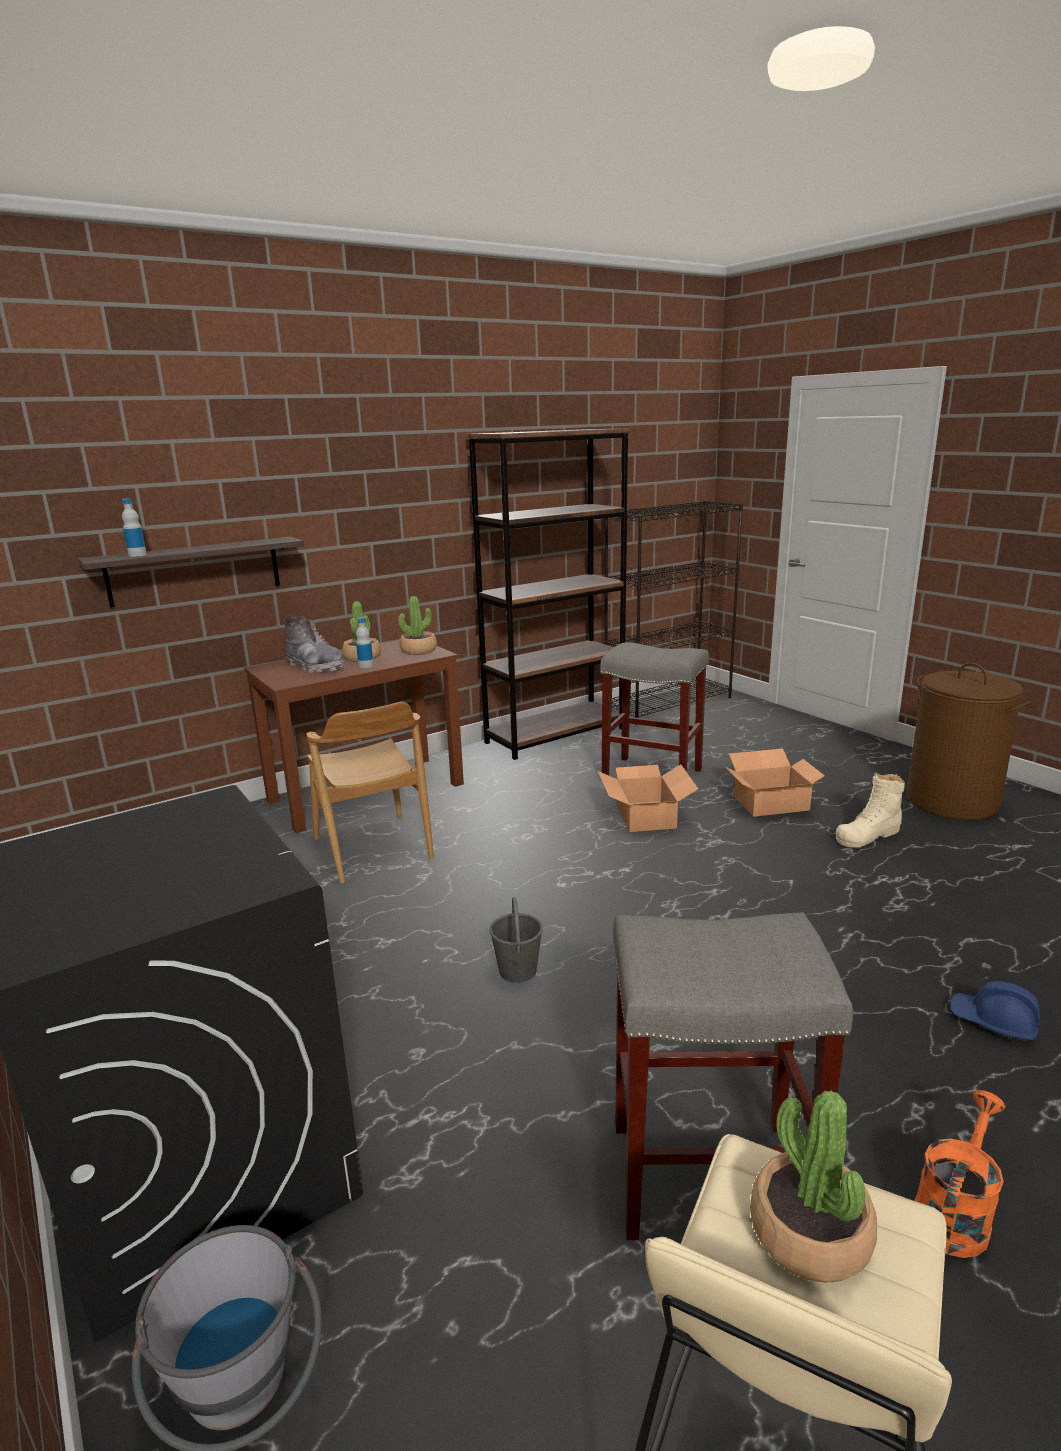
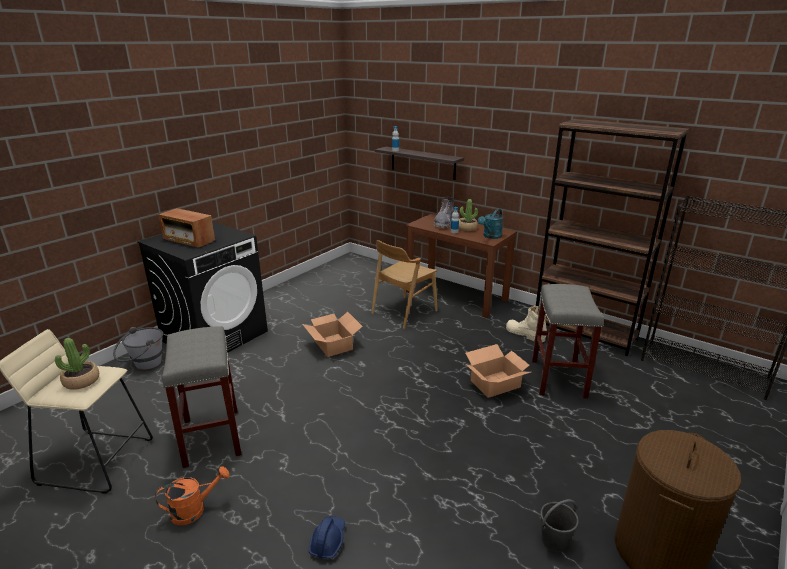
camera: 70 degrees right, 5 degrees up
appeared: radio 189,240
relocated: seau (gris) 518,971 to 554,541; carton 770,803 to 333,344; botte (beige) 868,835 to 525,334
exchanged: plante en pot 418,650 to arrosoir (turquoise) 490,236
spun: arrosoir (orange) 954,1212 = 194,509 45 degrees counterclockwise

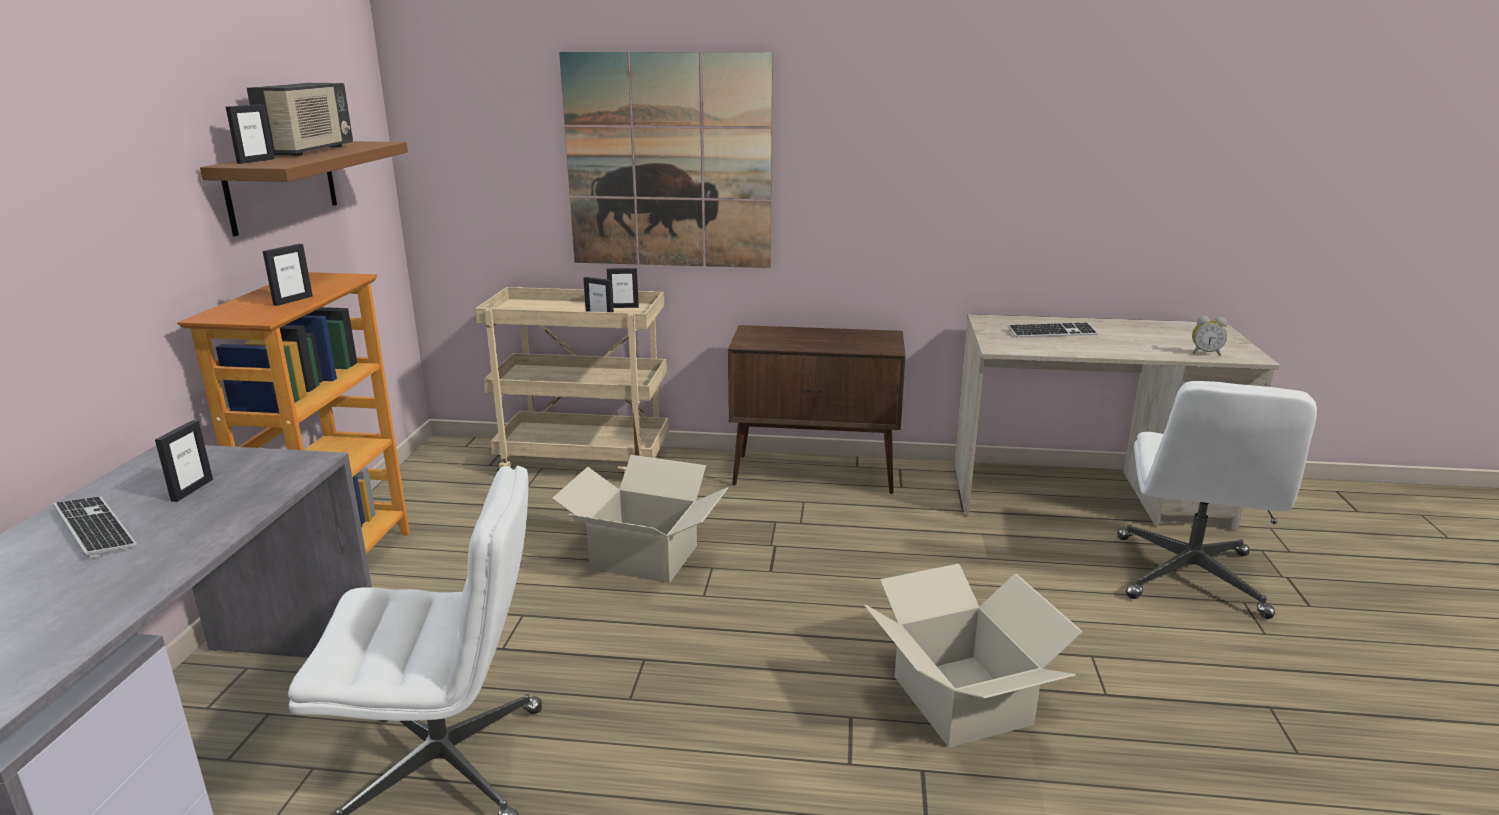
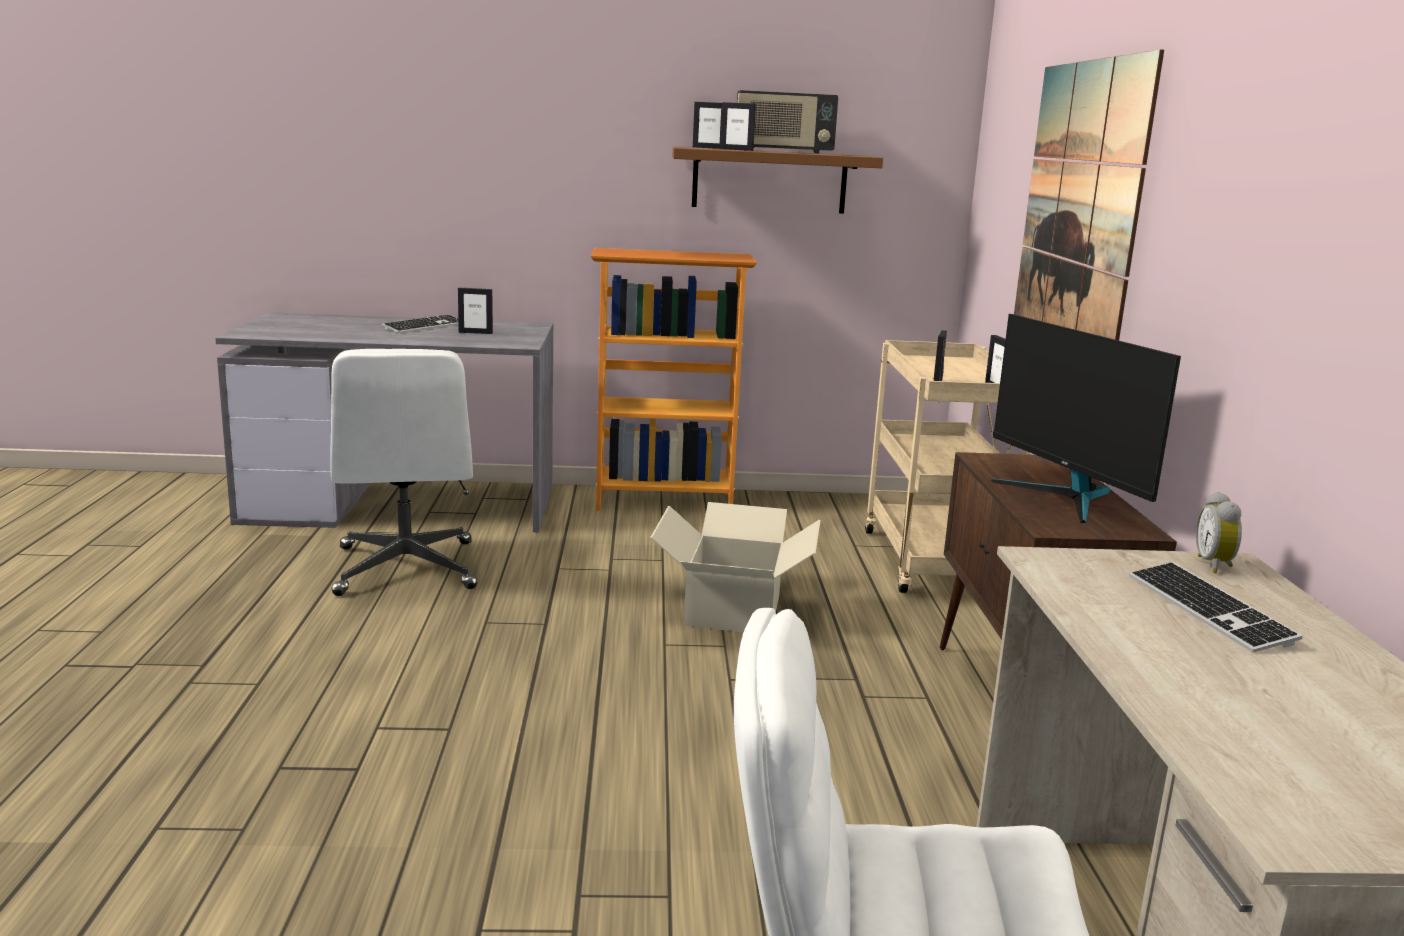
camera: 80 degrees right, 5 degrees down
missing: carton 963,699
appeared: écran d'ordinateur 1067,497
relocated: cadre photo 293,300 to 736,150; réveil 1205,353 to 1215,565

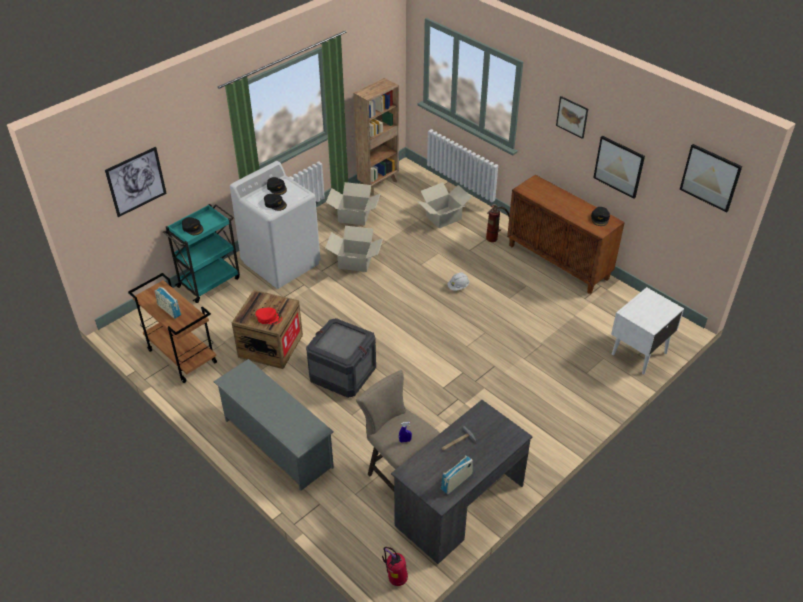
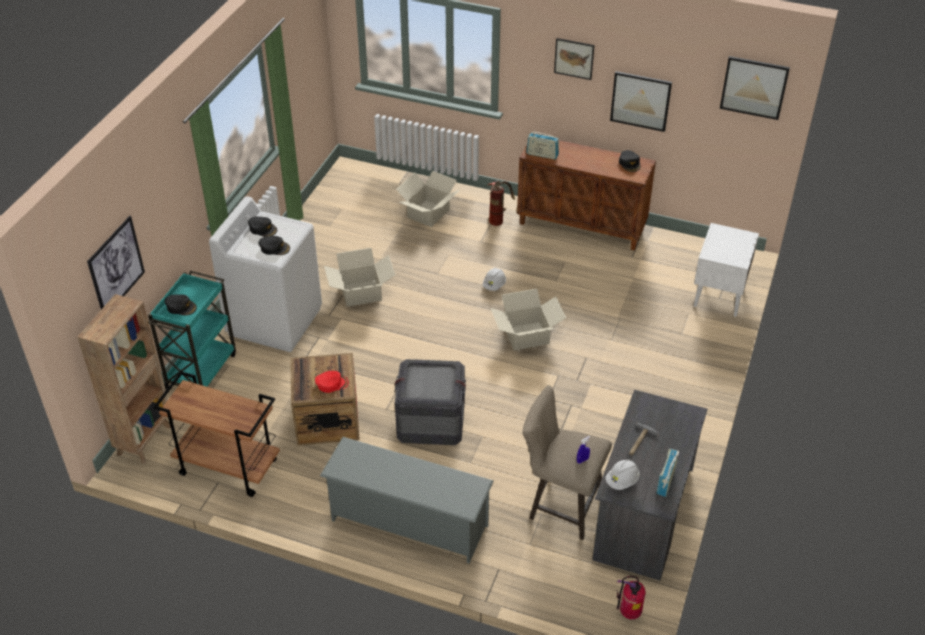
camera: 25 degrees left, 0 degrees up
appeared: casque de chantier (blanc) 622,481
relocated: radio 169,310 to 542,155; carton 354,216 to 527,336; bibliothèque (marron) 378,184 to 145,439

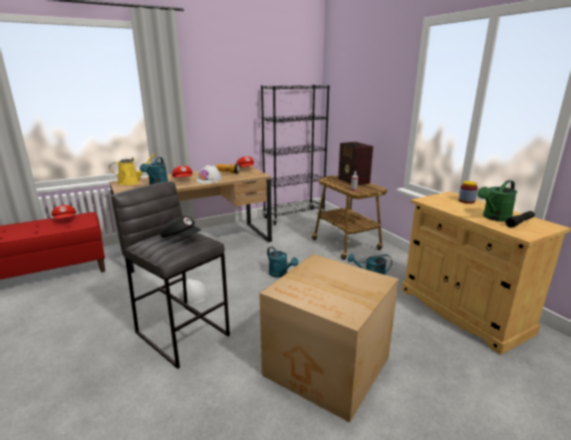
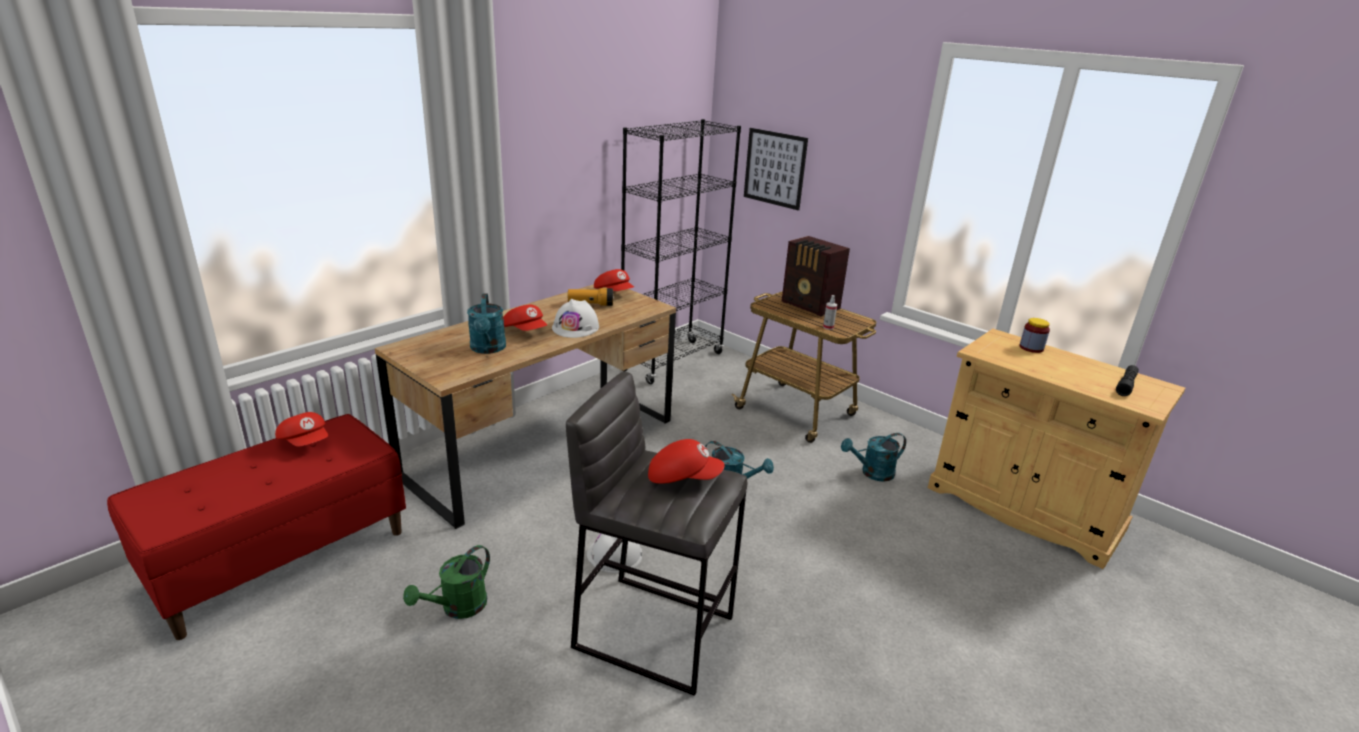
camera: 20 degrees left, 5 degrees up
missing: arrosoir (jaune) 131,182; carton 327,367
appeared: tableau 774,168
relocated: arrosoir (vert) 494,218 to 458,608
colour: casquette (noir) 181,238 to casquette (rouge) 683,477

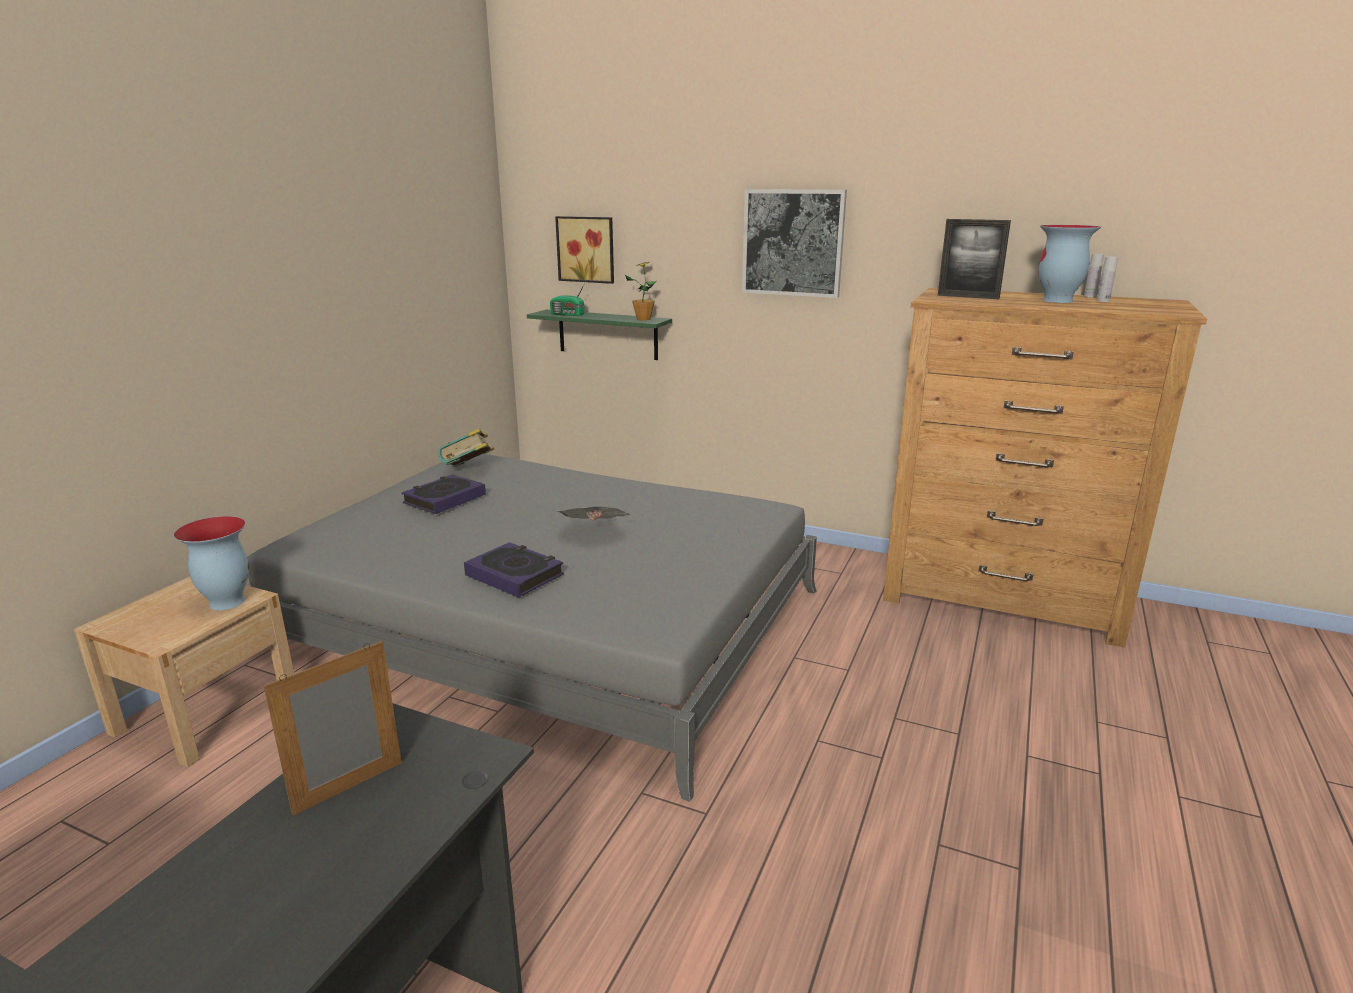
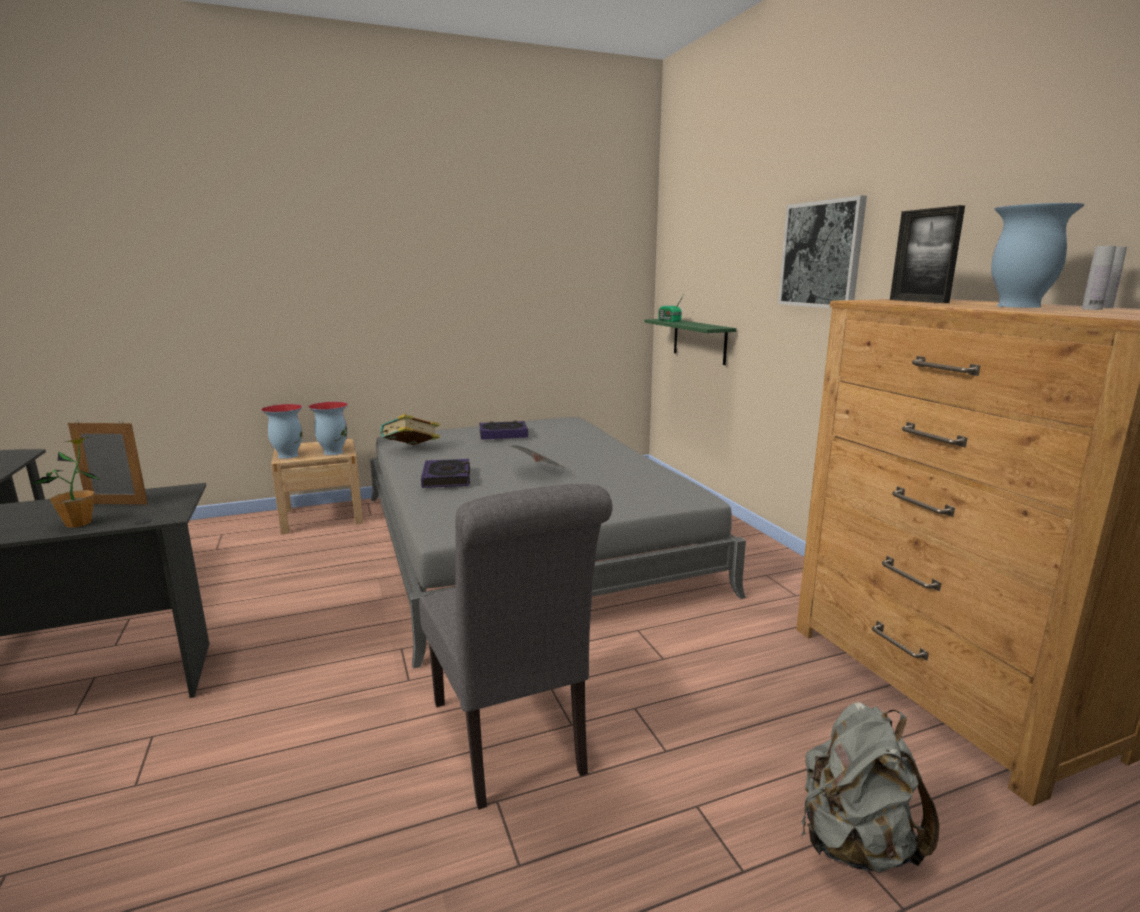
camera: 45 degrees right, 5 degrees down
missing: tableau 587,249
appeared: vase 287,455; chaise (gris) 511,743; sac à dos (gris) 854,843
relocated: livre 469,471 to 411,450; plante en pot 643,319 to 78,523

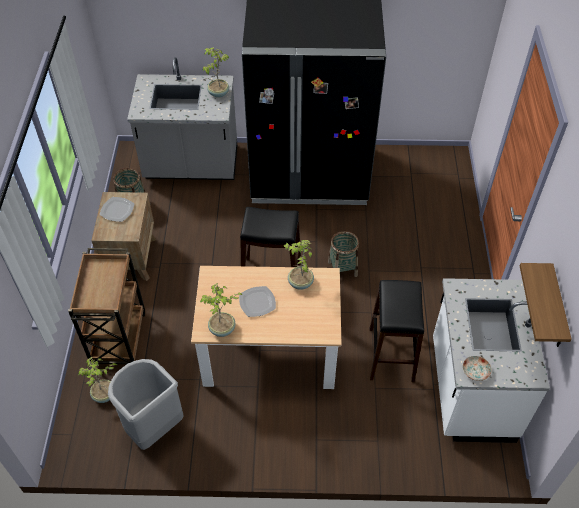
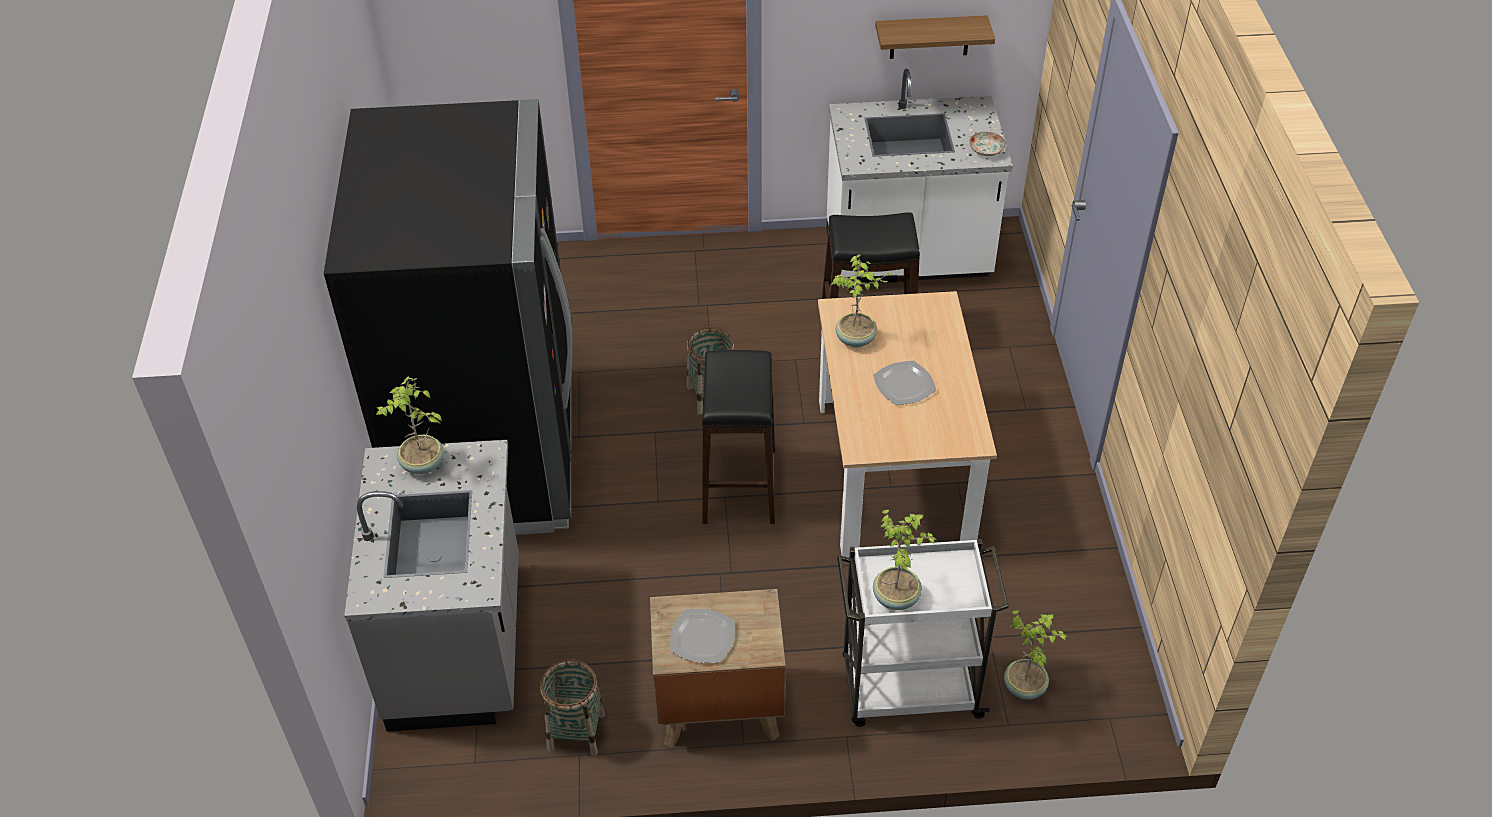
camera: 95 degrees left, 5 degrees down
missing: poubelle (gris) 153,426
relocated: plante en pot 222,329 to 897,596
colour: chariot (marron) 119,338 to chariot (blanc) 908,688

